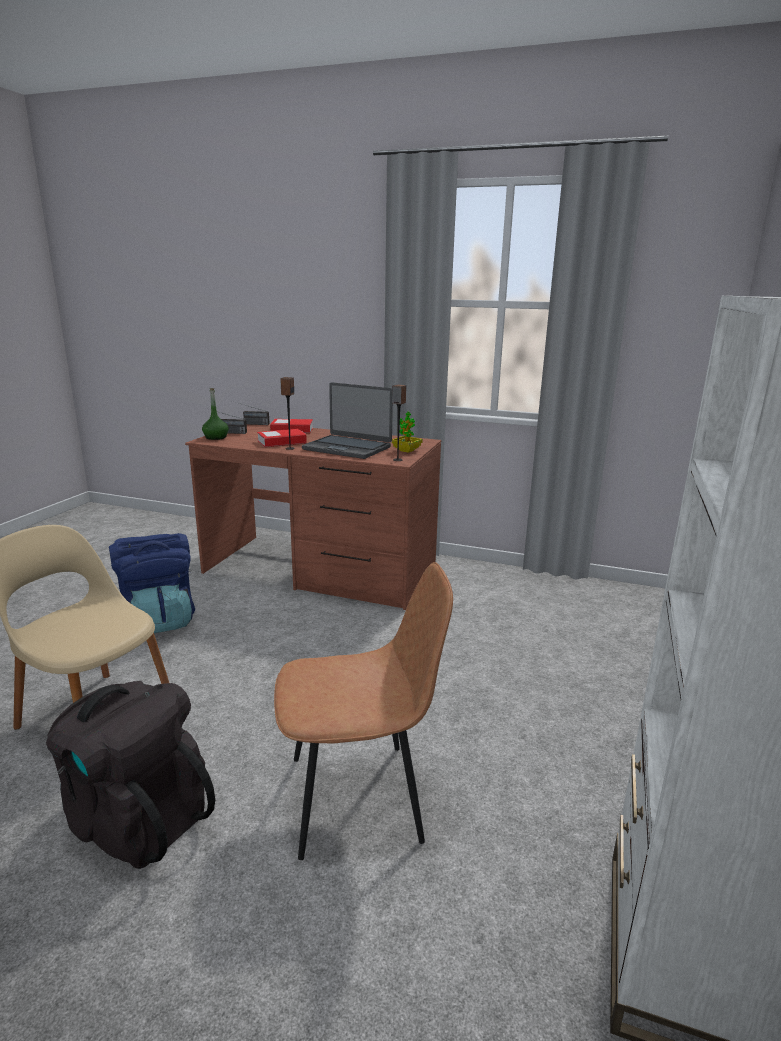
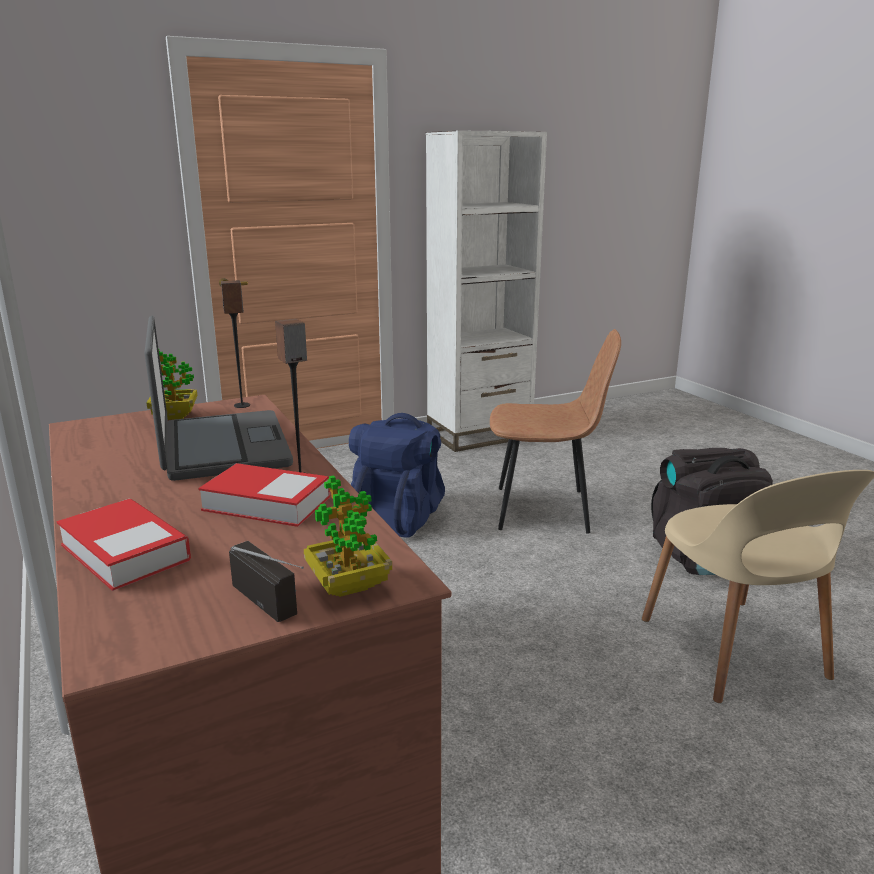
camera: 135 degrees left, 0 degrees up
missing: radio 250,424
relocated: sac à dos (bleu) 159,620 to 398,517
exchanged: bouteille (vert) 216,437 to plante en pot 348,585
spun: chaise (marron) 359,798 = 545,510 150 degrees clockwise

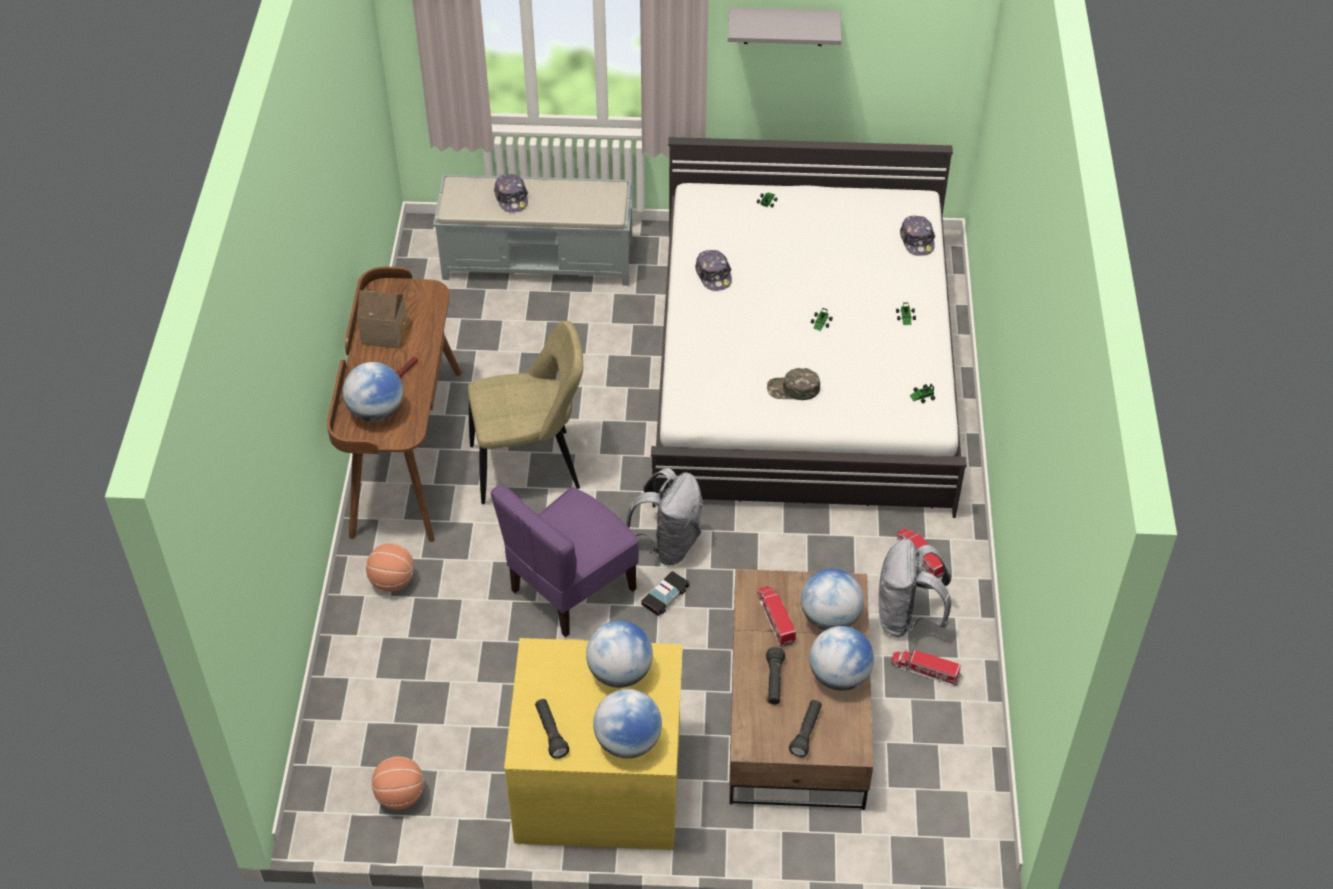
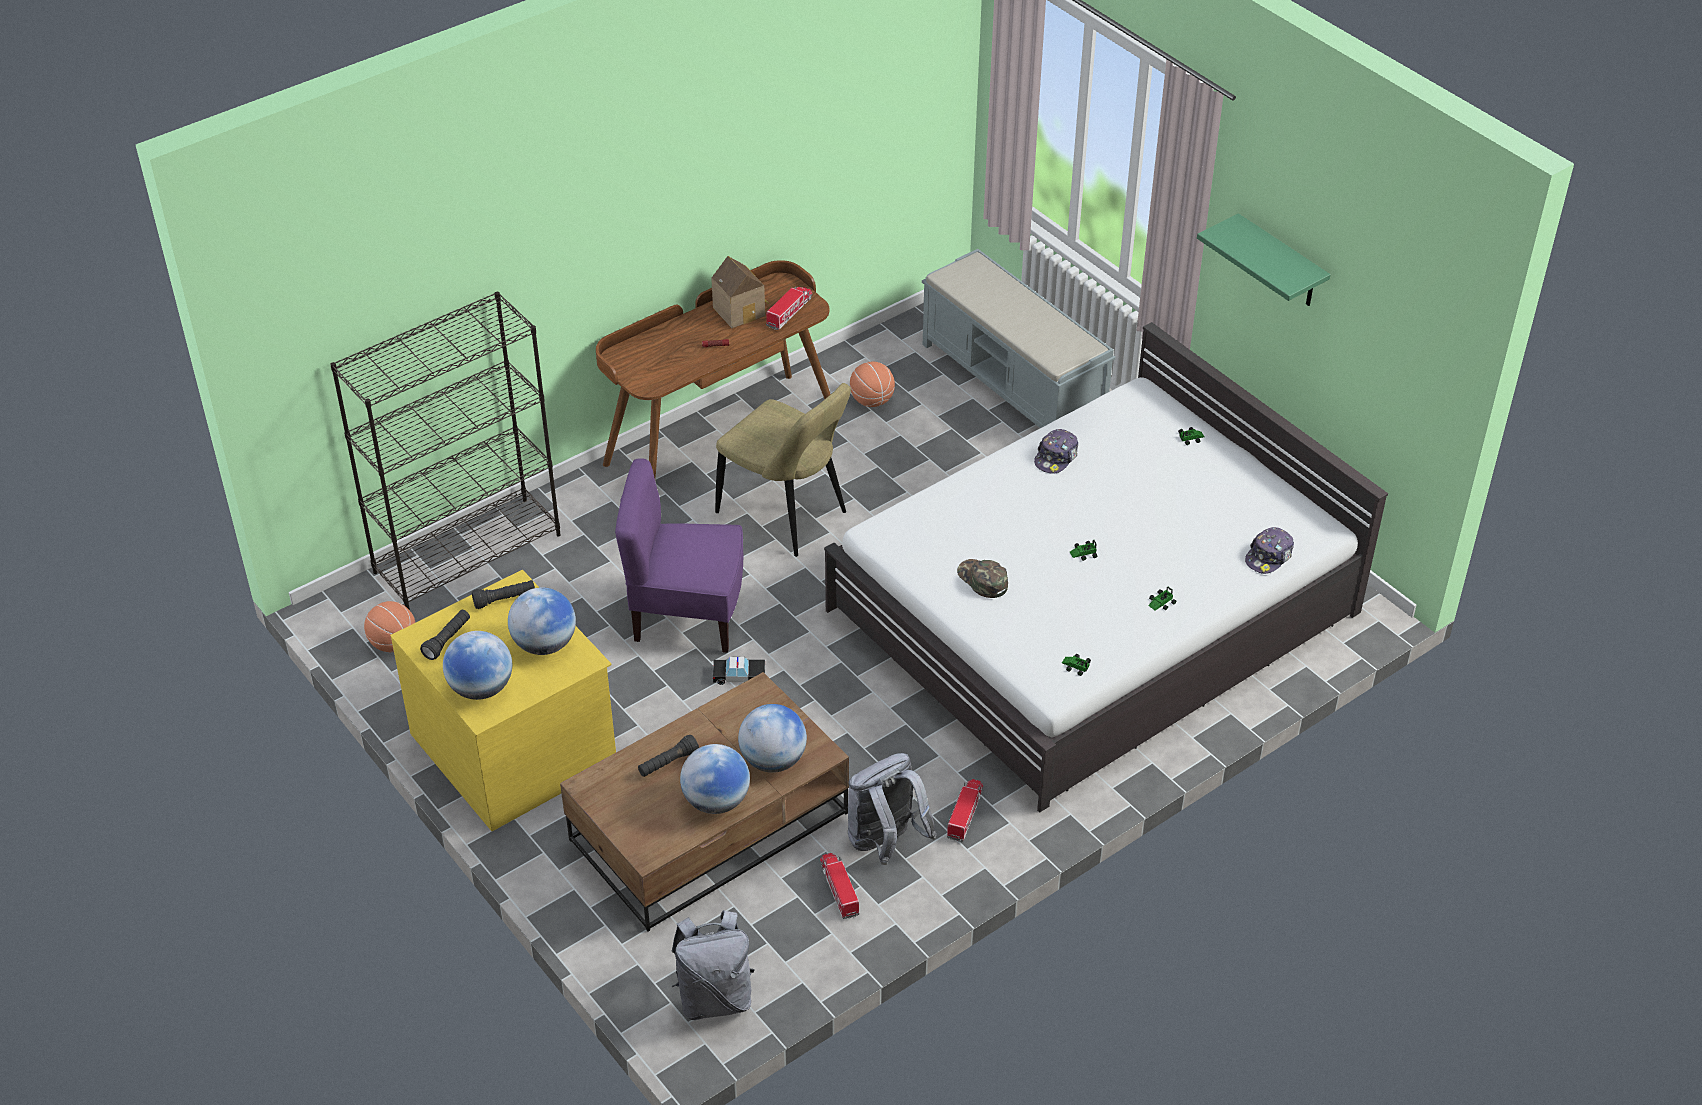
camera: 50 degrees right, 5 degrees down
missing: globe 376,411; casquette 511,198
appeared: bibliothèque (noir) 468,552
relocated: ballon de basket 392,581 to 871,401; sac à dos (gris) 668,544 to 715,998; camion jouet 775,619 to 789,312; lampe de poche (noir) 806,732 to 504,599
colour: étagère (gris) 783,26 to étagère (vert) 1280,263

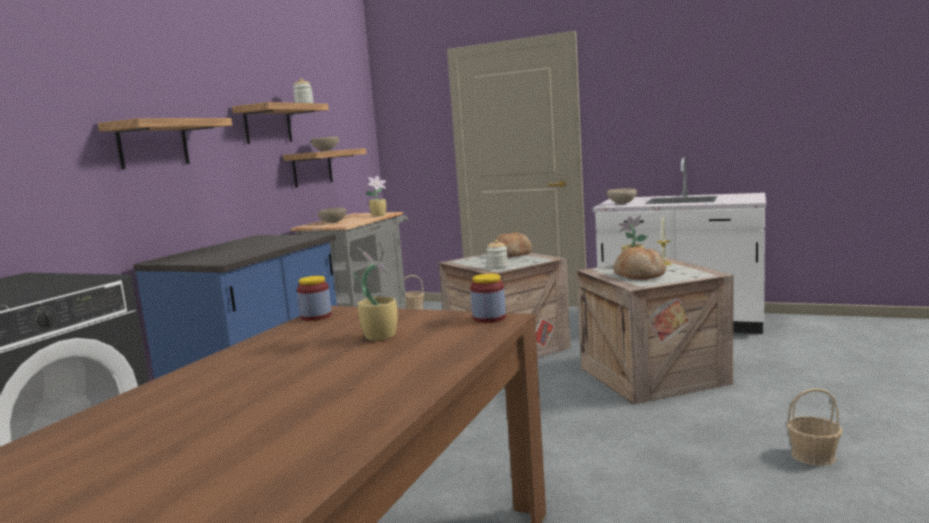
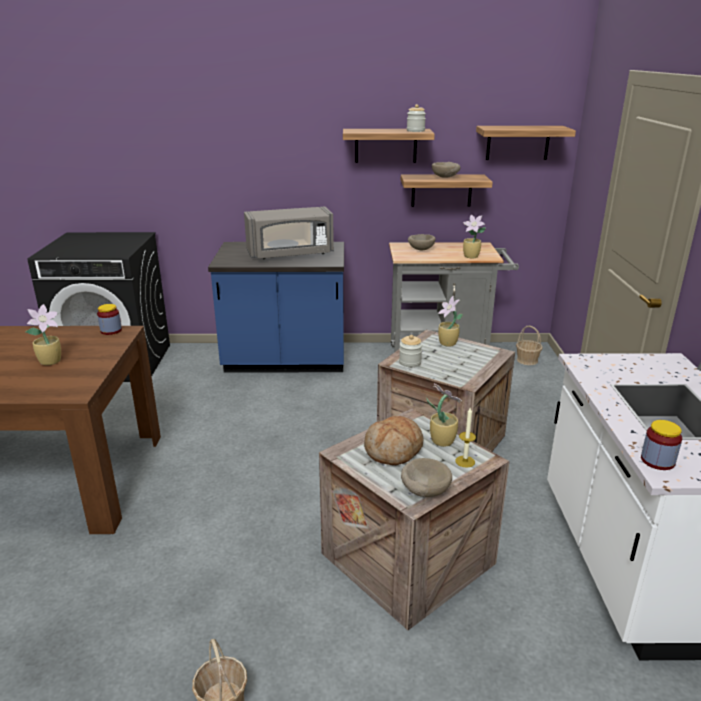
camera: 65 degrees right, 15 degrees up
missing: pain 512,254
appeared: micro-ondes (gris) 290,254; plante en pot 448,344
relocated: étagère 153,144 to 517,142; bocal 489,318 to 657,461; bol (beige) 621,203 to 424,490

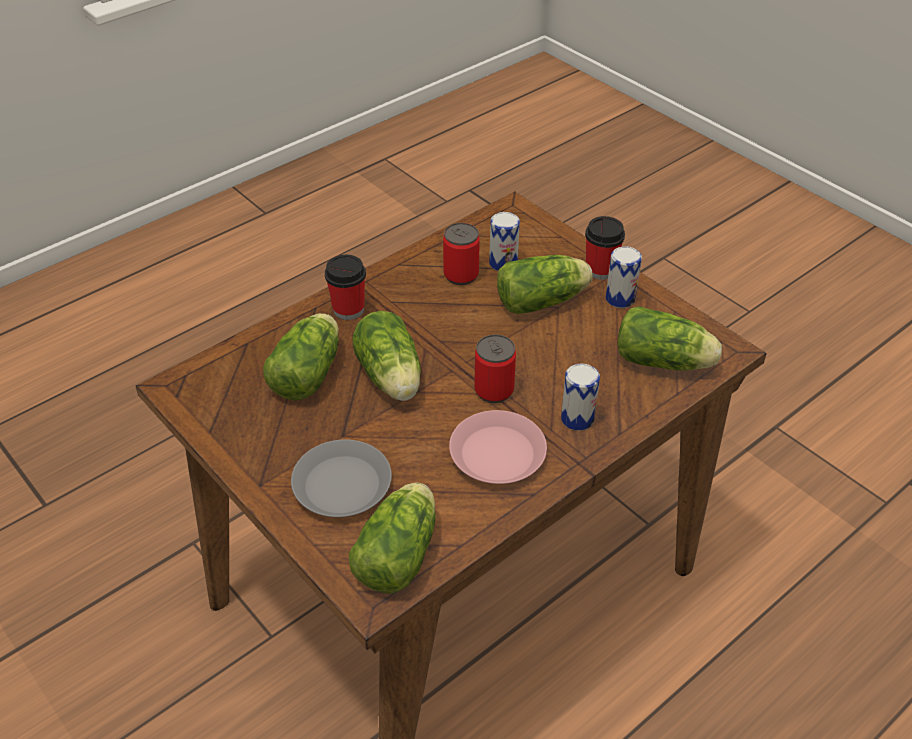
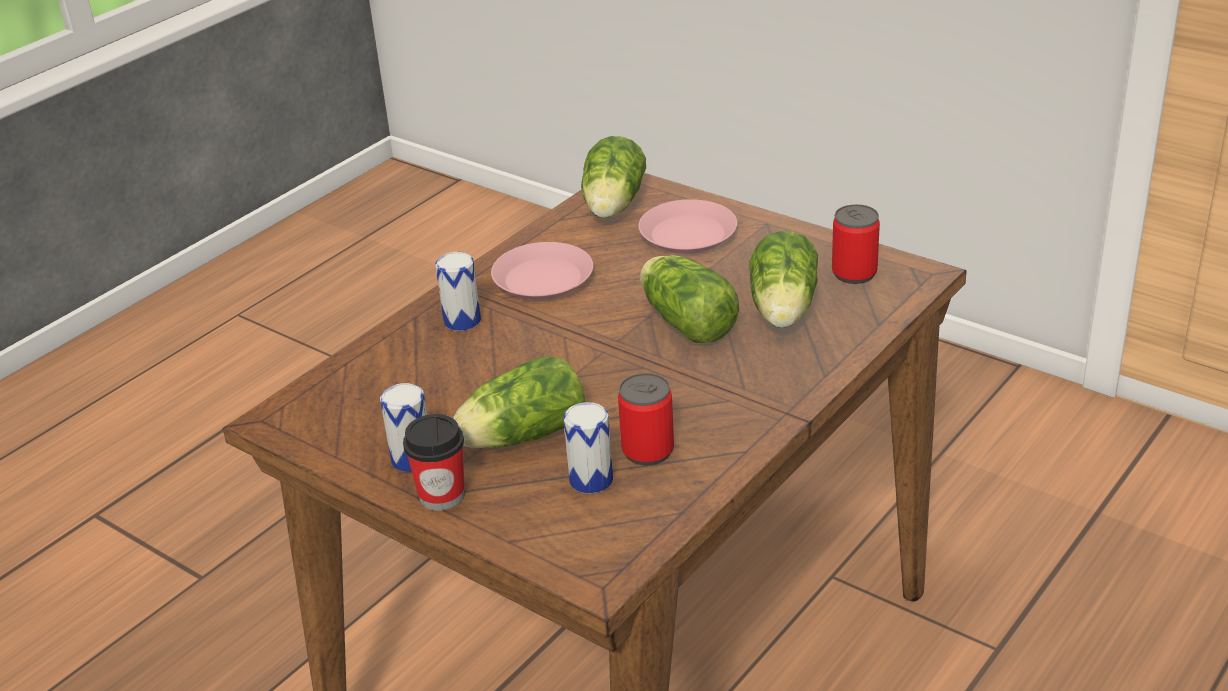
camera: 170 degrees right, 10 degrees down
missing: tasse 348,309; laitue 665,362
relocated: boîte métallique 494,390 to 854,273
colour: assiette (gris) 341,485 to assiette (rose) 688,235

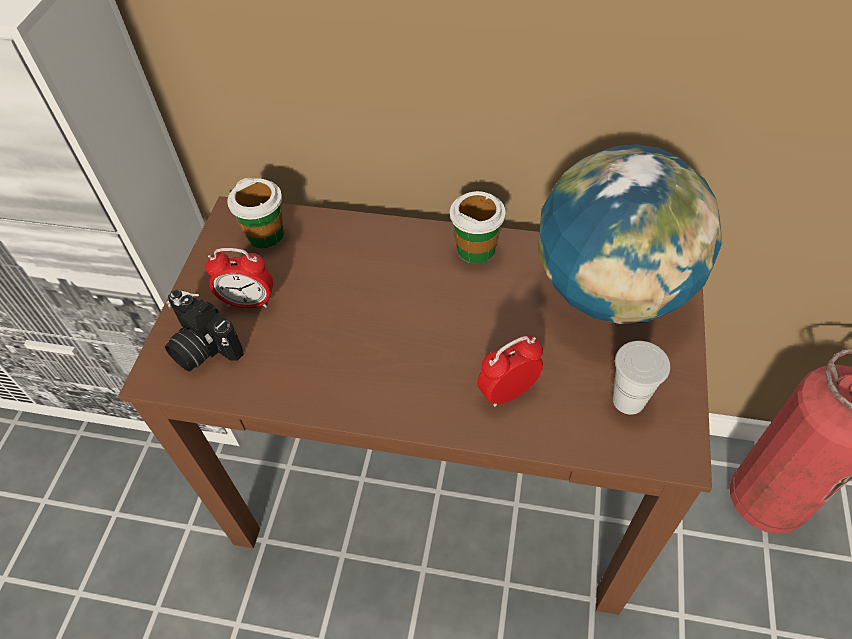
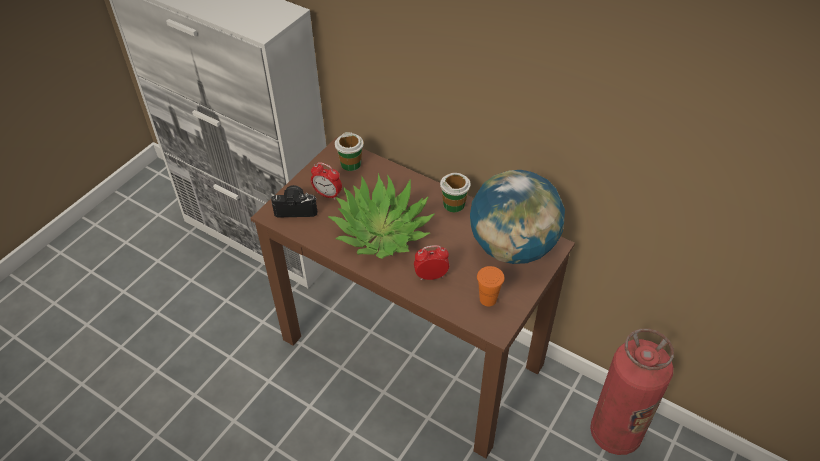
camera: 20 degrees right, 5 degrees down
appeared: plante en pot 382,231
colour: tasse (blanc) 628,400 to tasse (orange) 488,299
spun: appareil photo 201,347 = 296,208 120 degrees clockwise

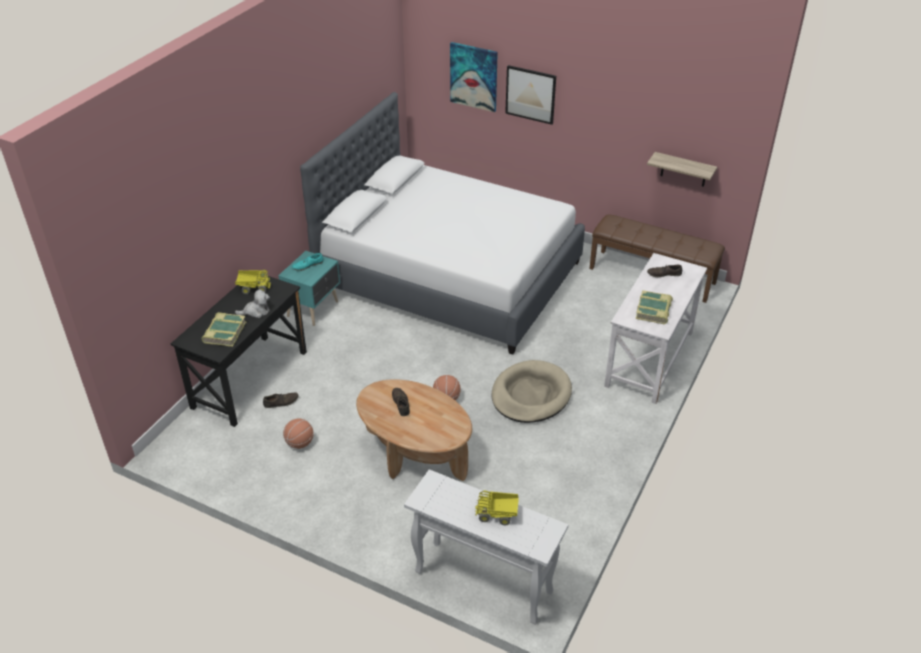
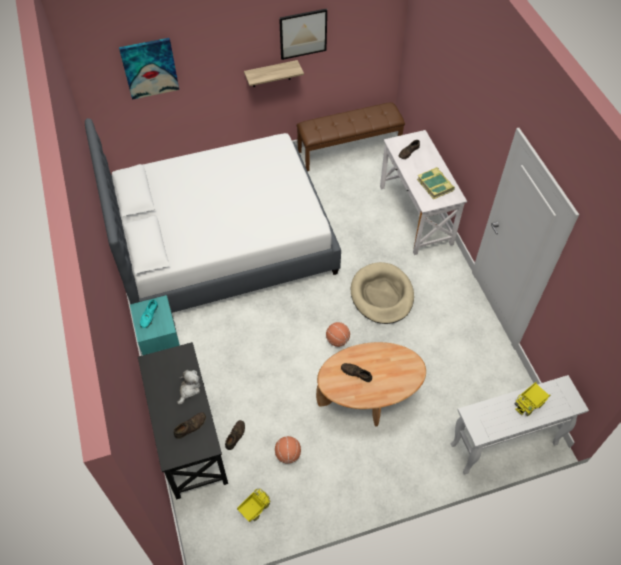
camera: 45 degrees left, 15 degrees up
relocated: camion jouet 253,288 to 254,508; tableau 530,94 to 303,33; étagère 683,170 to 271,74
exchanged: livre 224,332 to chaussure (marron) 190,426

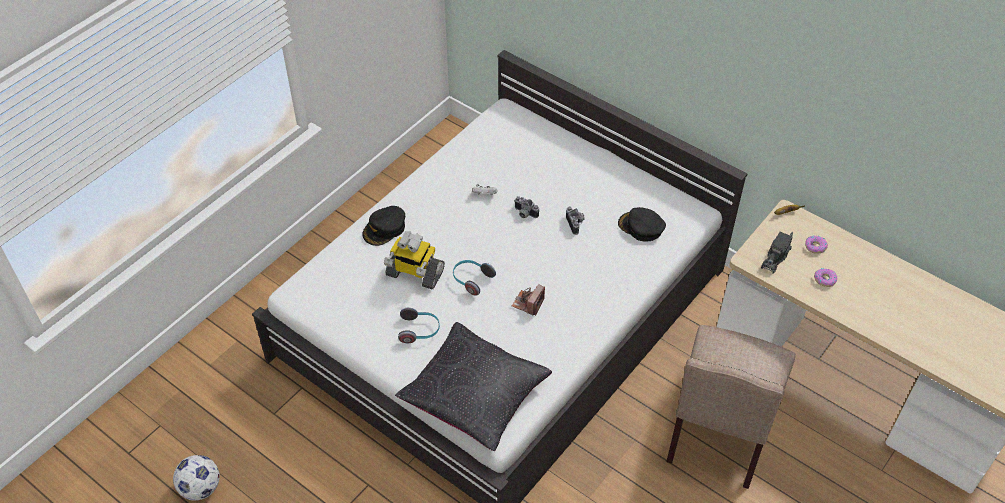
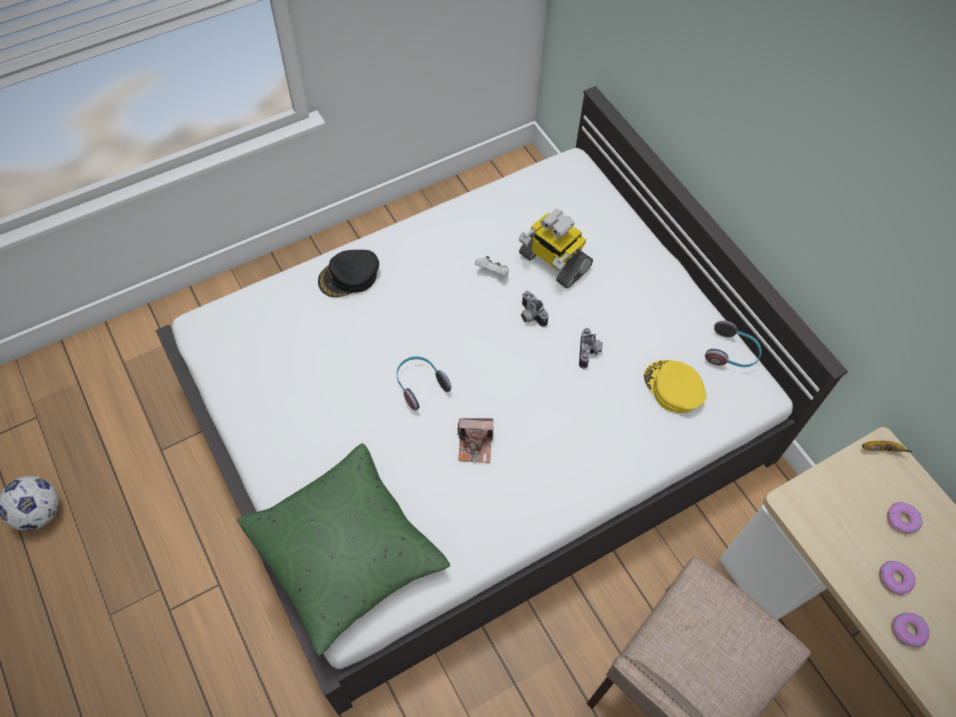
camera: 20 degrees right, 10 degrees up
missing: camion jouet 775,257
appeared: beignet 908,630
relocated: robot jouet 414,273 to 553,262; casque audio 419,330 to 731,353
colour: coussin (noir) 474,395 to coussin (vert) 345,551; casquette (noir) 641,227 to casquette (jaune) 673,388
spun: appareil photo 528,303 = 475,445 135 degrees counterclockwise

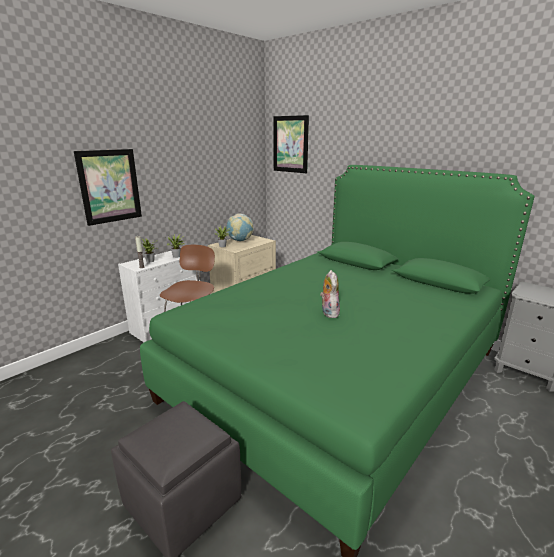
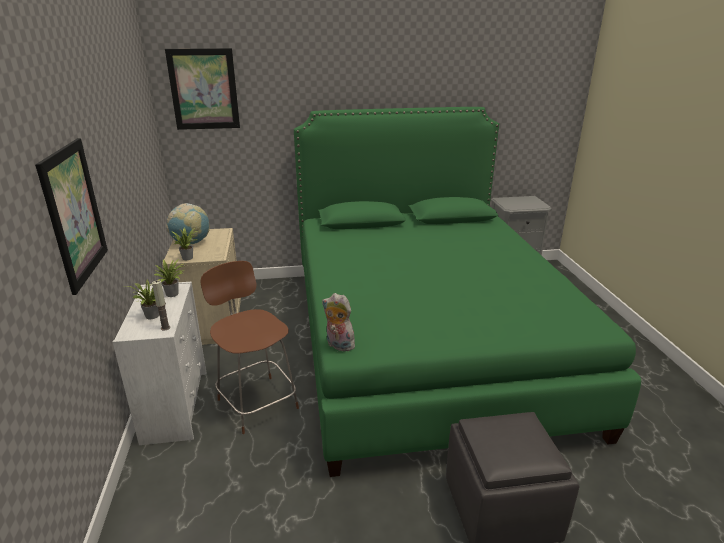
camera: 50 degrees left, 5 degrees up
relocated: peluche 328,312 to 338,345

